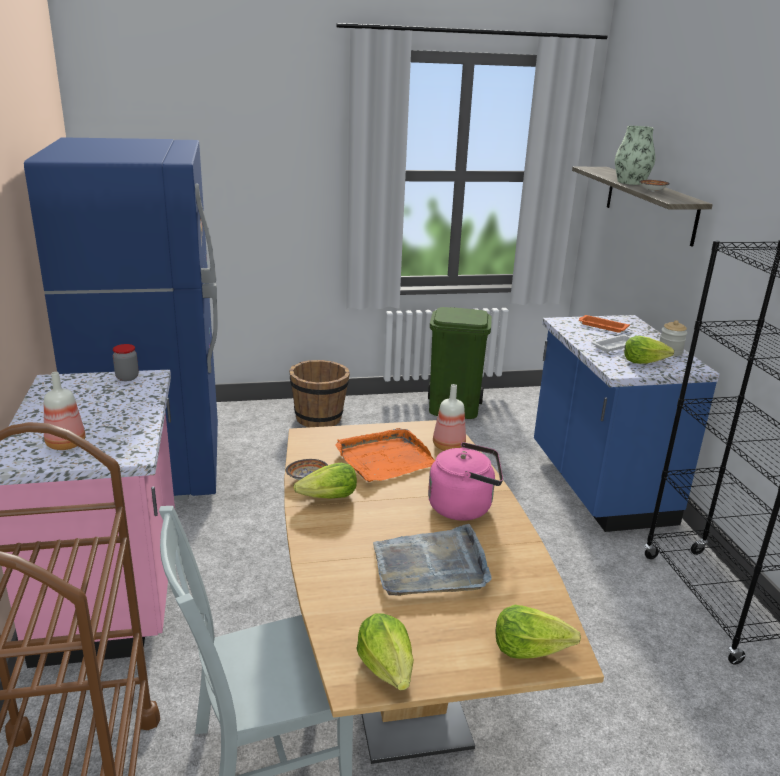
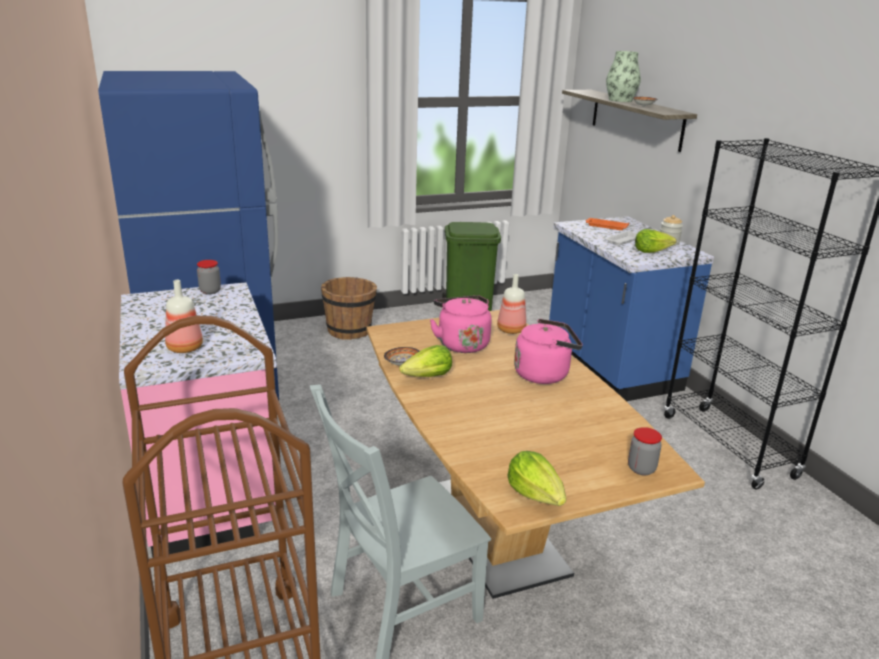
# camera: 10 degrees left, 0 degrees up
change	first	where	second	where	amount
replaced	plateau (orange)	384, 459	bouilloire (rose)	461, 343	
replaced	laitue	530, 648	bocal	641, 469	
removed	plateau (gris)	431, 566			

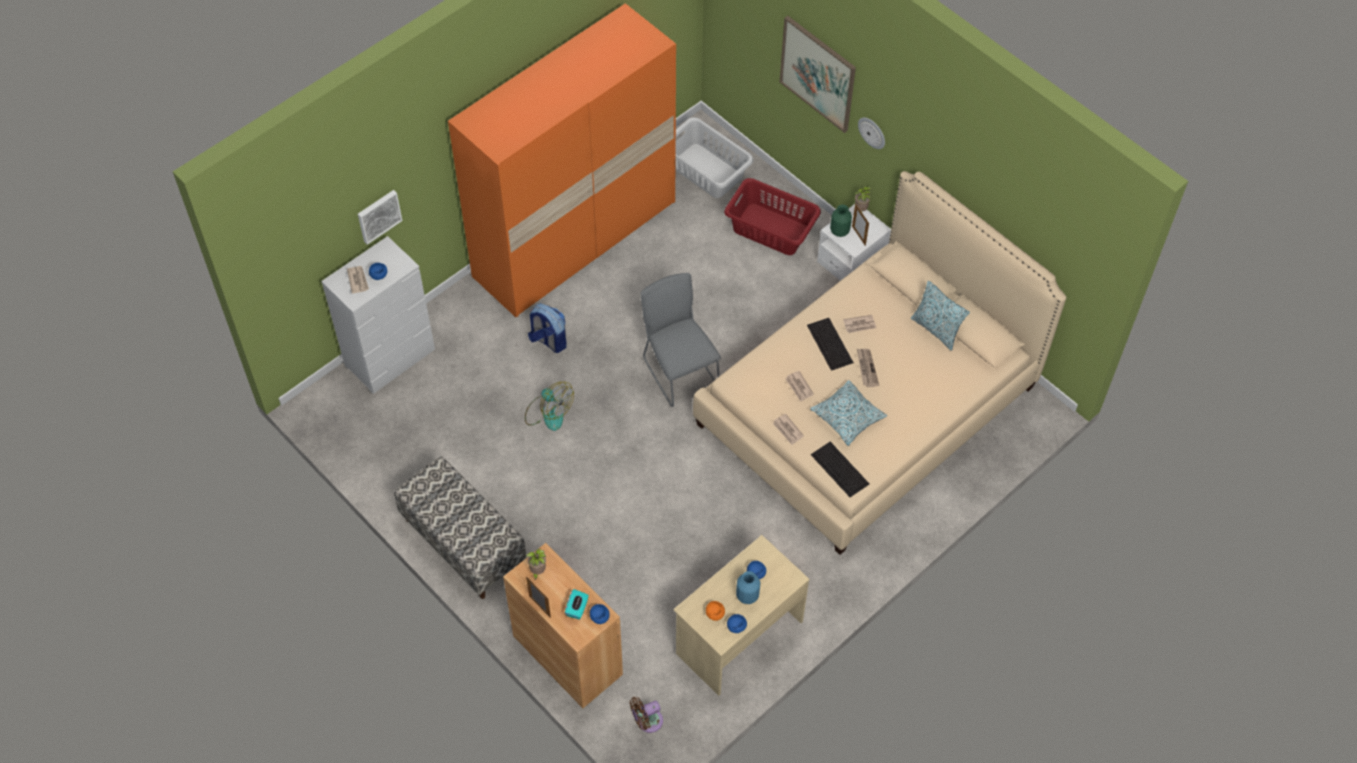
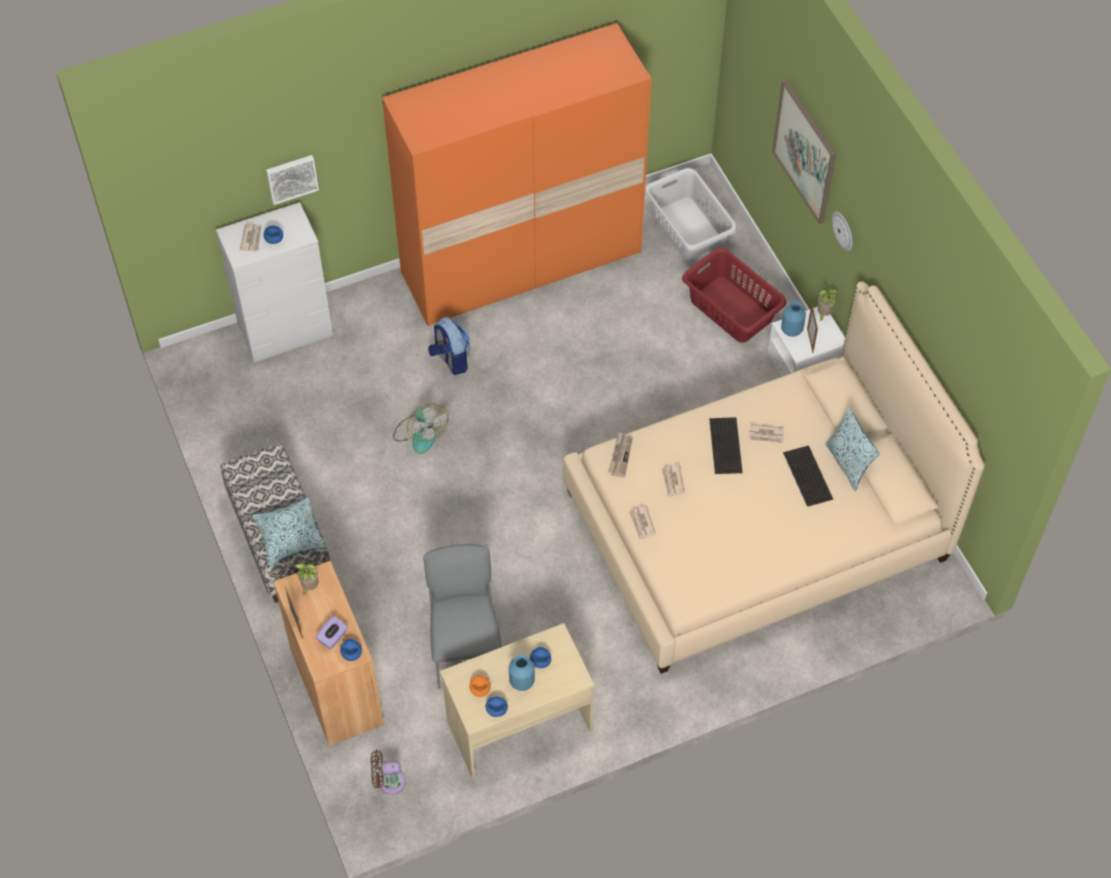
# camera: 20 degrees right, 0 degrees up
change	first	where	second	where	amount
moved	coussin	848, 417		290, 536	
recoloured	boîte à mouchoirs (turquoise)	577, 609	boîte à mouchoirs (violet)	333, 638	
moved	chaise (gris)	679, 370		465, 647	
moved	journal	866, 368		620, 455	
recoloured	vase (vert)	839, 231	vase (bleu)	791, 330	
moved	clavier	840, 469		808, 476	

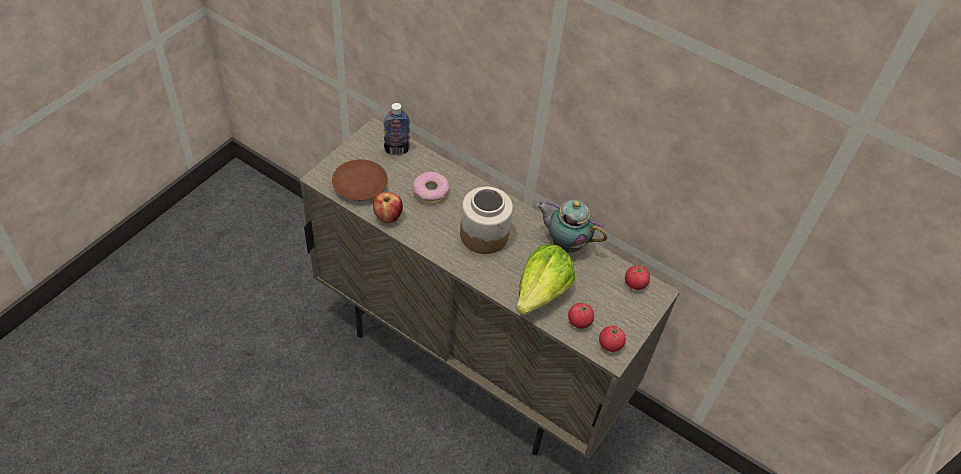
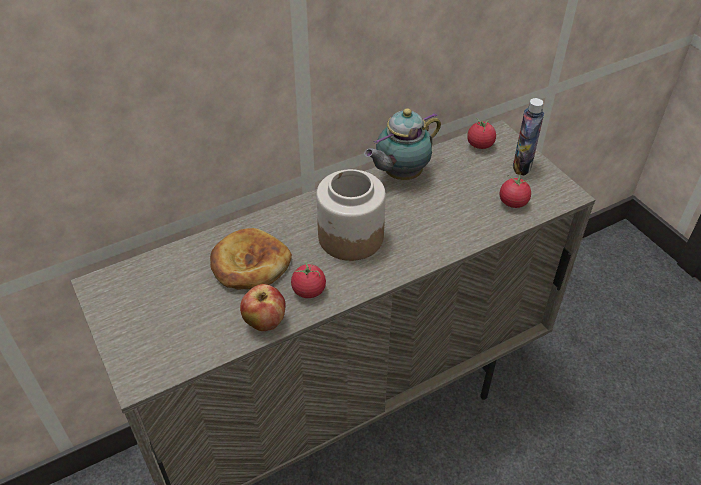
# camera: 60 degrees left, 5 degrees down
change	first	where	second	where	amount
replaced	beignet	430, 192	pain	249, 264	
moved	tomate	610, 344		309, 290	
moved	bouteille	397, 150		522, 166	
removed	assiette (marron)	360, 186			
removed	laitue	541, 292			

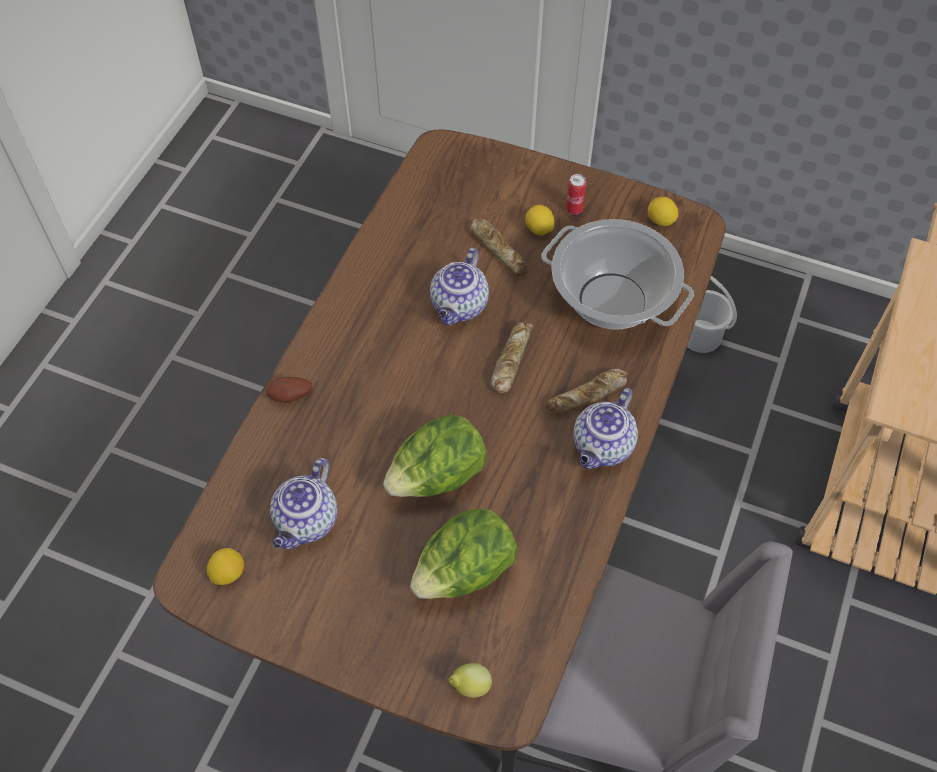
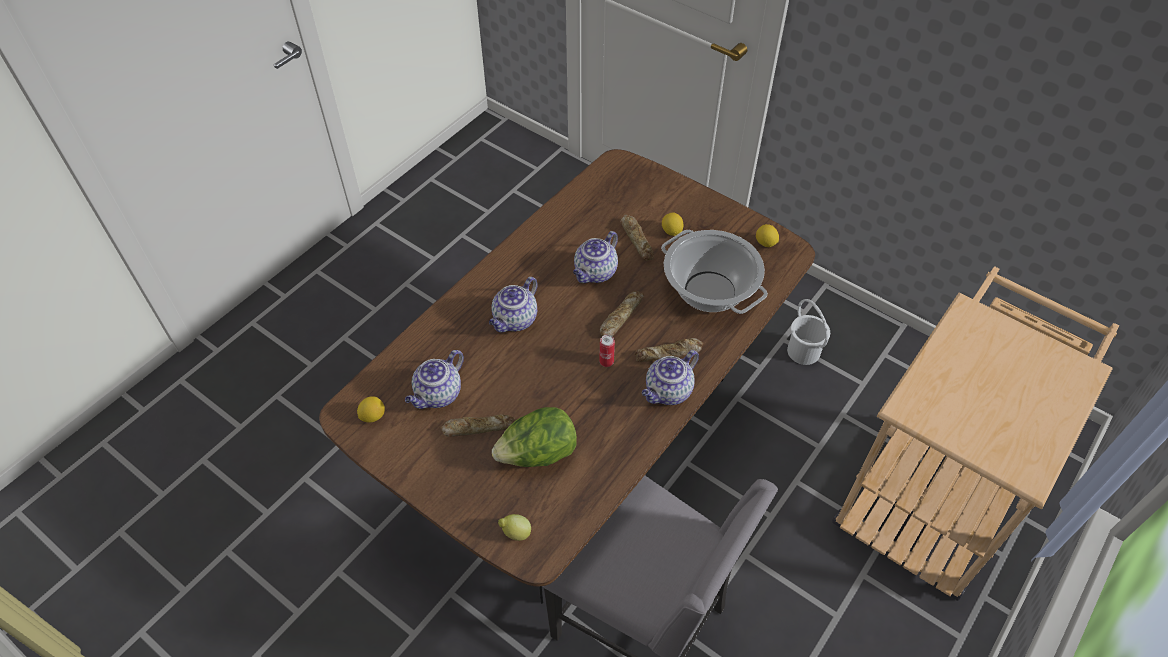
# camera: 15 degrees right, 5 degrees down
change	first	where	second	where	amount
added			pain	478, 427	
added			théière	515, 320	
moved	boîte métallique	574, 209		606, 362	
removed	pomme de terre	291, 397			
removed	laitue	437, 477			

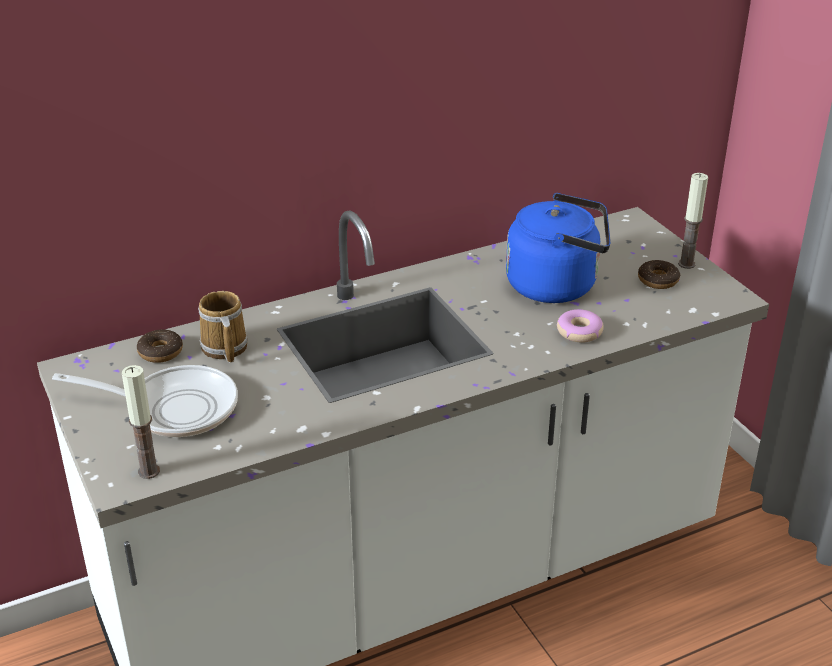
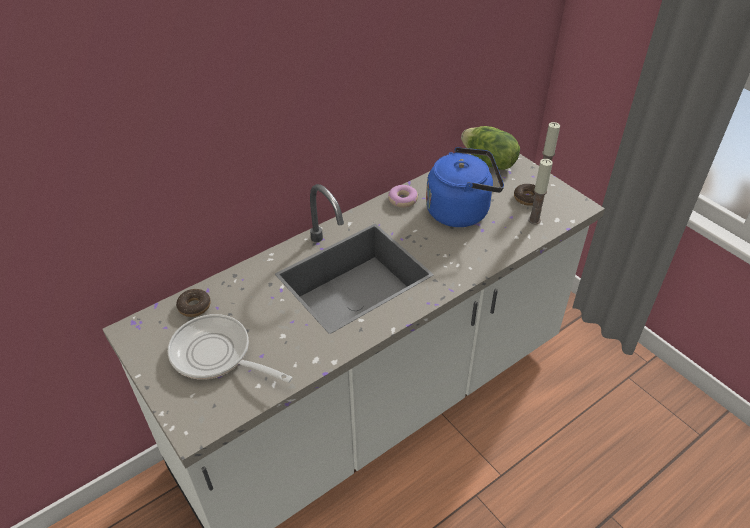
# camera: 10 degrees left, 10 degrees up
change	first	where	second	where	amount
turned	poêle	173, 408		216, 355	150 degrees counterclockwise
moved	beignet	579, 332		402, 200	
added			laitue	488, 162	
moved	bougie	149, 471		534, 220	
removed	mug	223, 348			

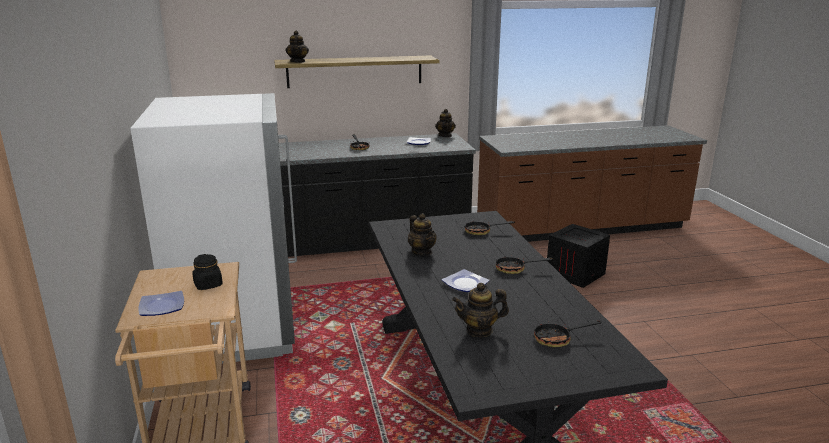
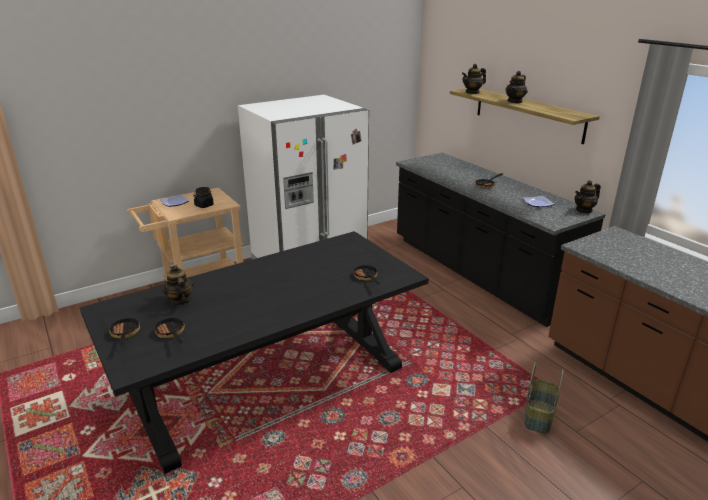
# camera: 70 degrees right, 5 degrees up
change	first	where	second	where	amount
moved	poêle	515, 269		125, 334	
moved	théière	422, 252		515, 101	
replaced	caisse	574, 274	panier	538, 416	
removed	assiette	465, 284			

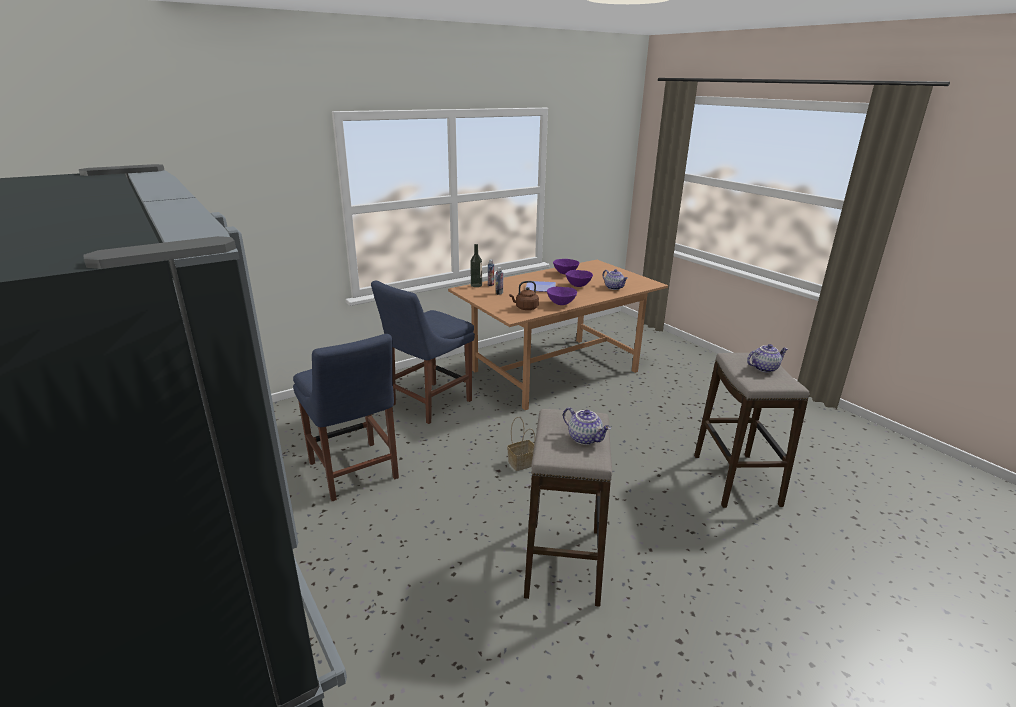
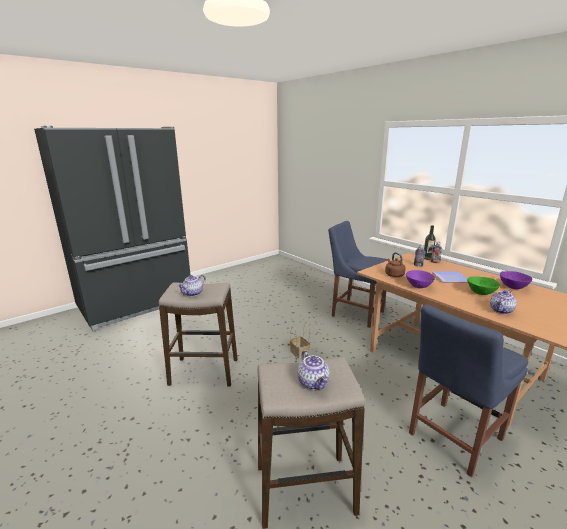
# camera: 85 degrees right, 5 degrees down
change	first	where	second	where	amount
moved	chaise (bleu)	354, 473		452, 438	
recoloured	bol (violet)	578, 286	bol (vert)	481, 293	

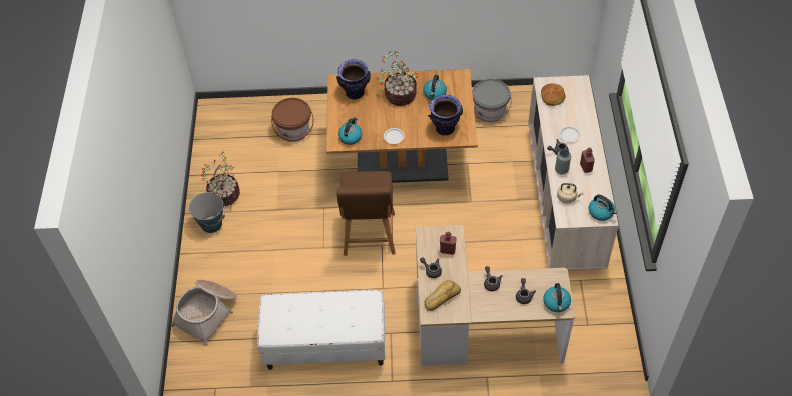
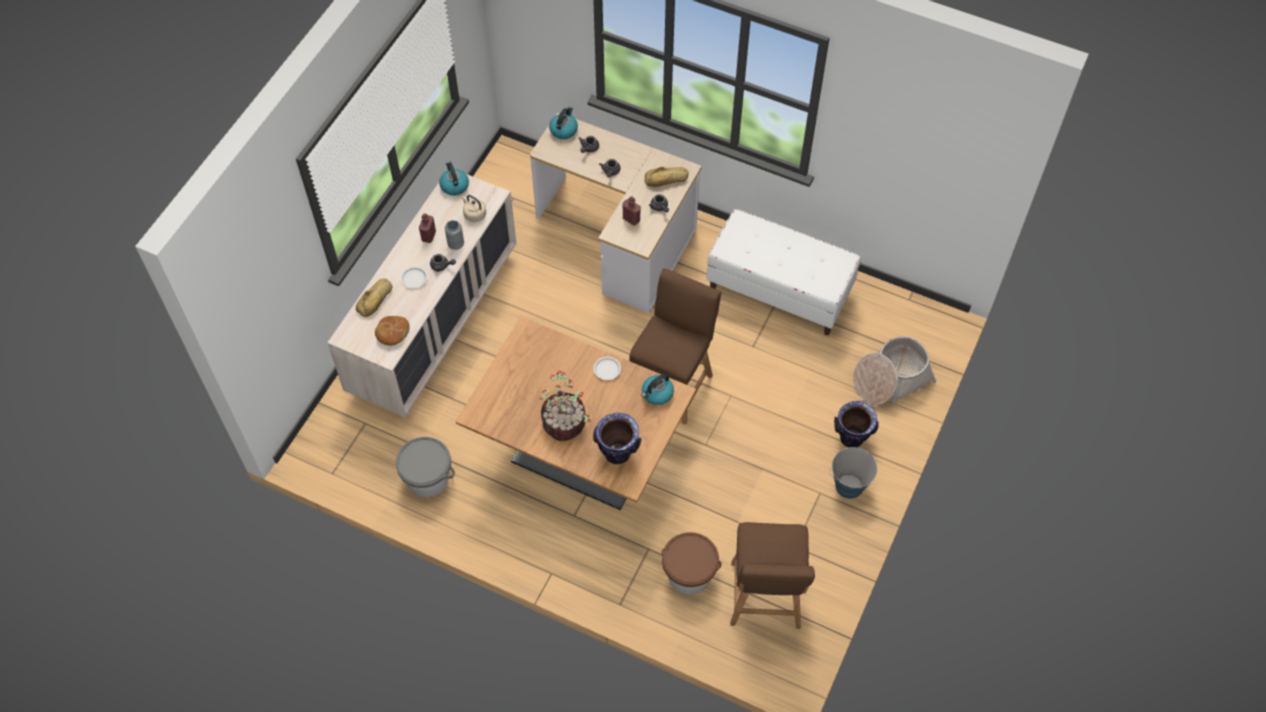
# camera: 155 degrees left, 5 degrees up
change	first	where	second	where	amount
added			pain	376, 300	
added			chaise (marron)	765, 599	
moved	vase	445, 128		851, 438	
removed	plante en pot	225, 195			
removed	bouilloire	435, 93			

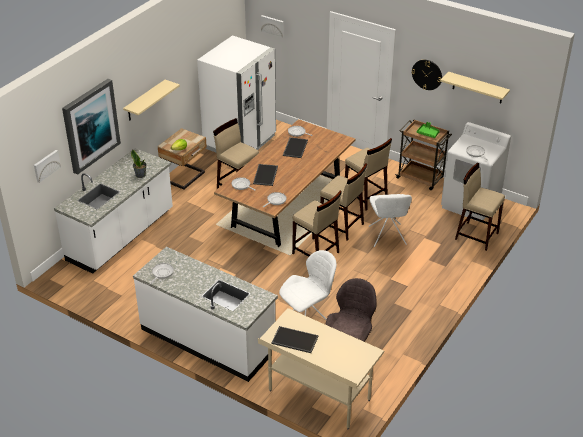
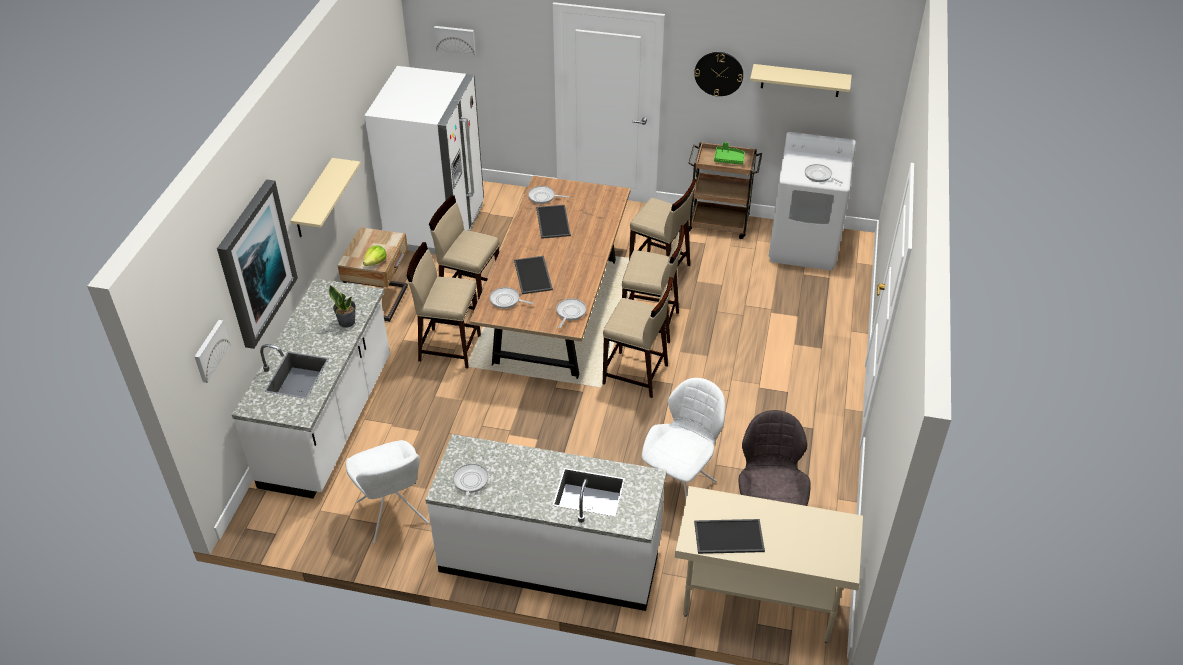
# camera: 20 degrees left, 5 degrees up
change	first	where	second	where	amount
moved	chaise (blanc)	387, 236		393, 515	
moved	tabouret (beige)	476, 236		449, 347	

